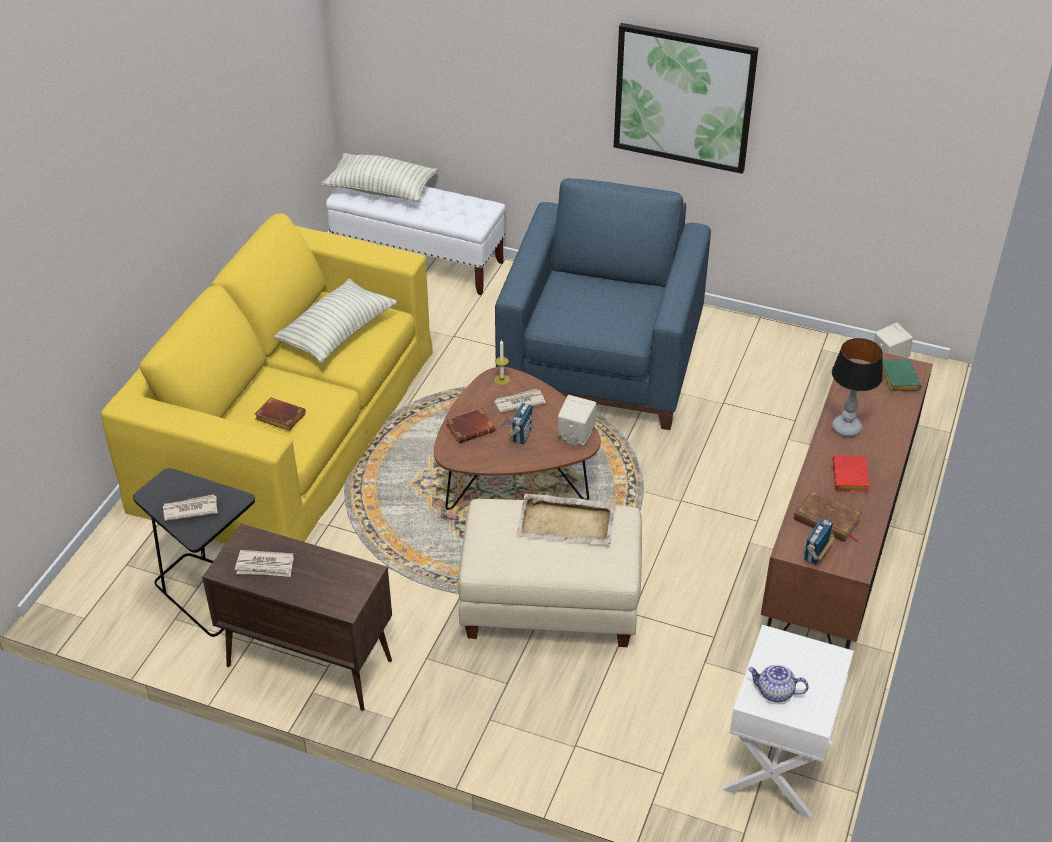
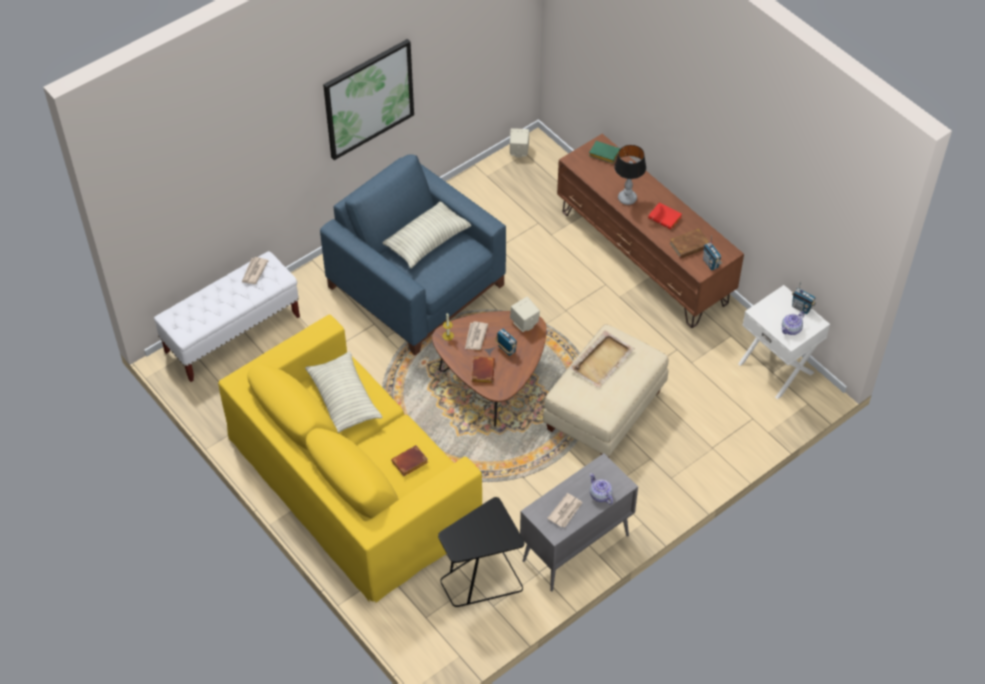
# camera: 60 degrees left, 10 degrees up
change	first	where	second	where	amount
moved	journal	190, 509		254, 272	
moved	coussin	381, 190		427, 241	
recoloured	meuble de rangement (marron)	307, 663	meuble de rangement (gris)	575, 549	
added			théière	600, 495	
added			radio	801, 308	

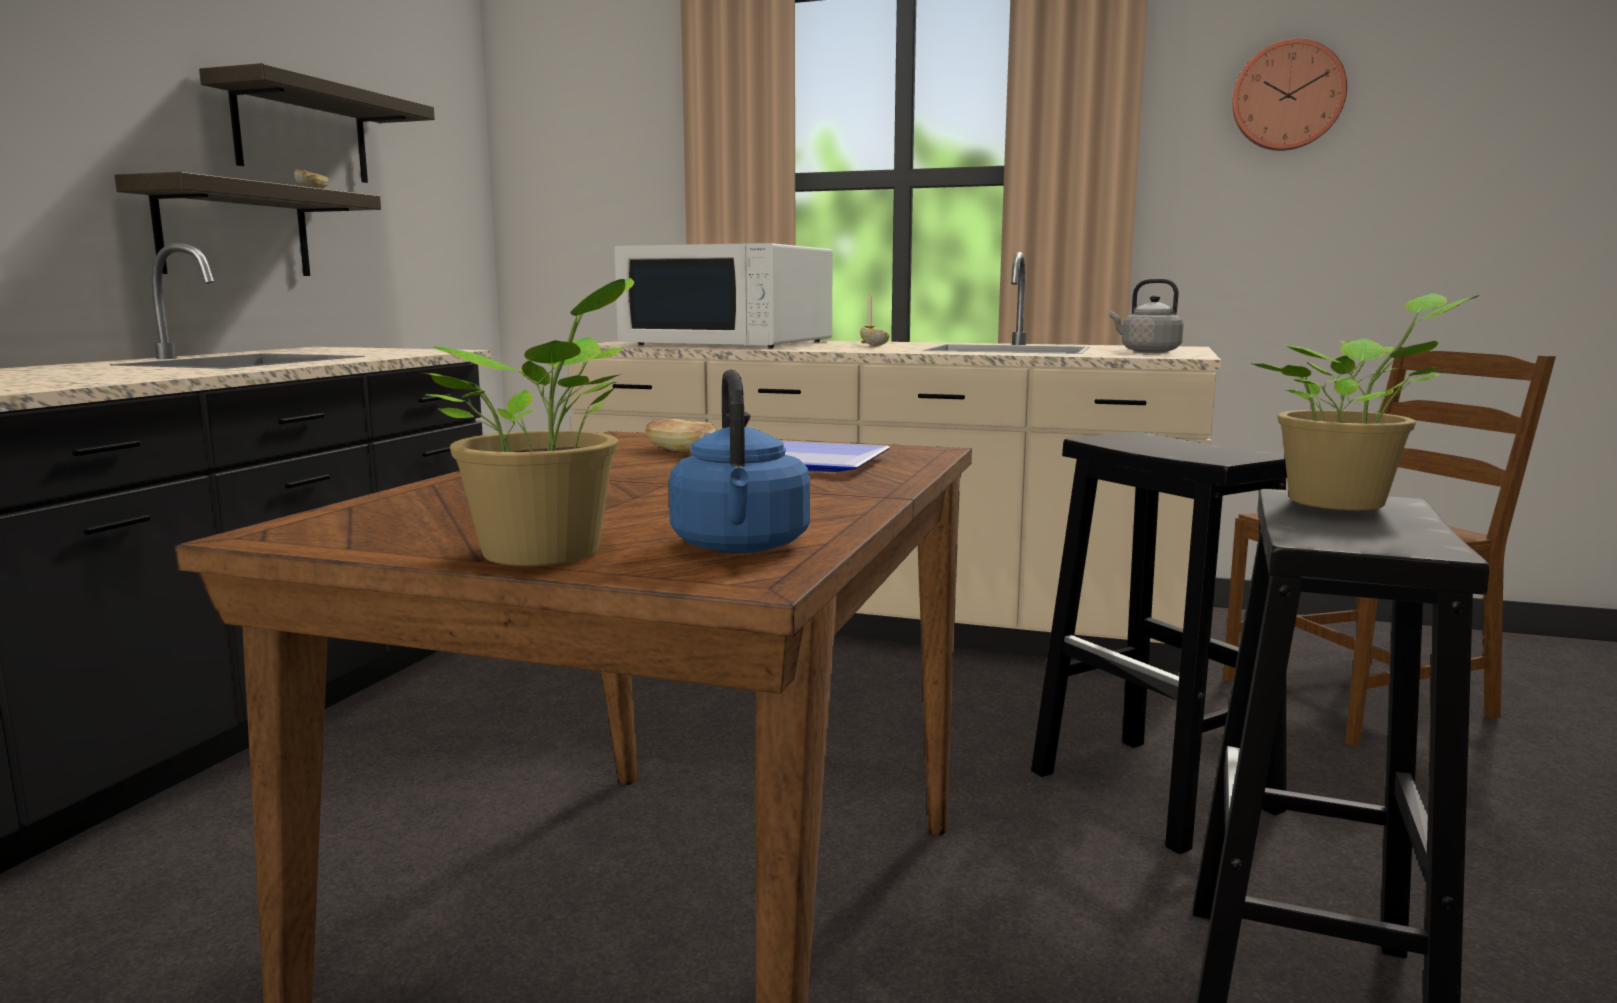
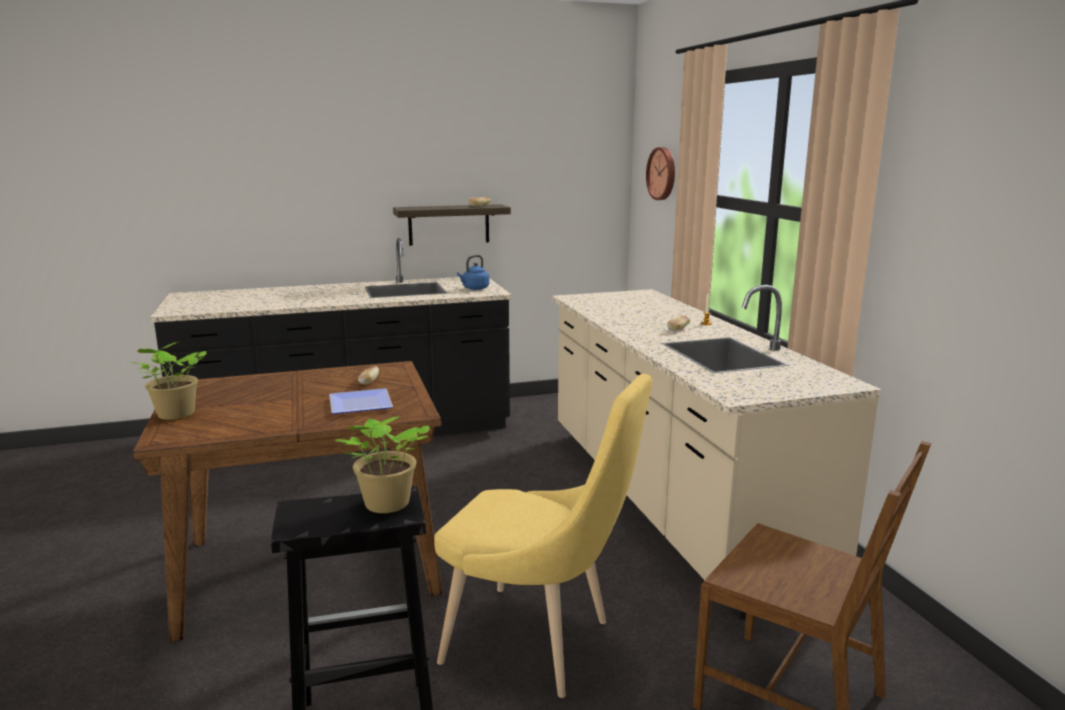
# camera: 55 degrees right, 5 degrees up
change	first	where	second	where	amount
replaced	tabouret (noir)	1157, 792	chaise (jaune)	538, 644	
moved	bouilloire (bleu)	741, 547		474, 288	
moved	horloge murale	1287, 96		662, 173	
removed	étagère	302, 133			
removed	micro-ondes (blanc)	730, 343			
removed	bouilloire (gris)	1147, 351			

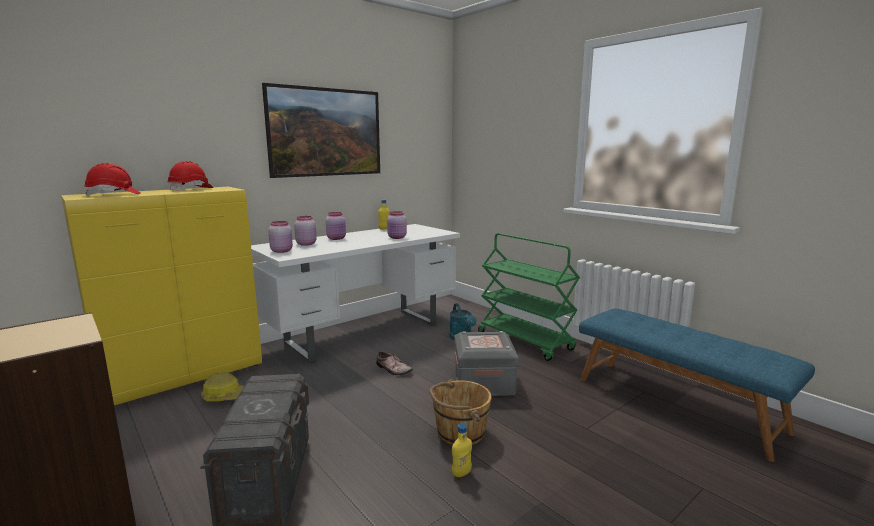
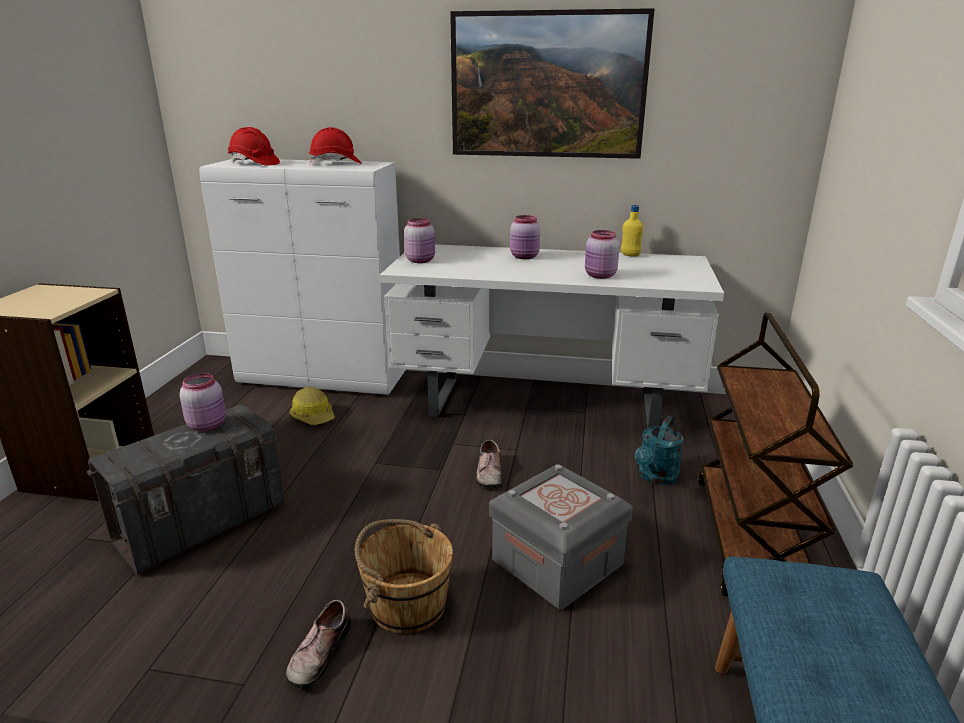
# camera: 50 degrees right, 10 degrees up
change	first	where	second	where	amount
moved	bocal (rose)	306, 244		208, 425	
recoloured	meuble de rangement (jaune)	186, 376	meuble de rangement (blanc)	324, 379	
replaced	bouteille (jaune)	461, 473	chaussure	318, 653	
recoloured	chariot (vert)	525, 341	chariot (marron)	750, 539	

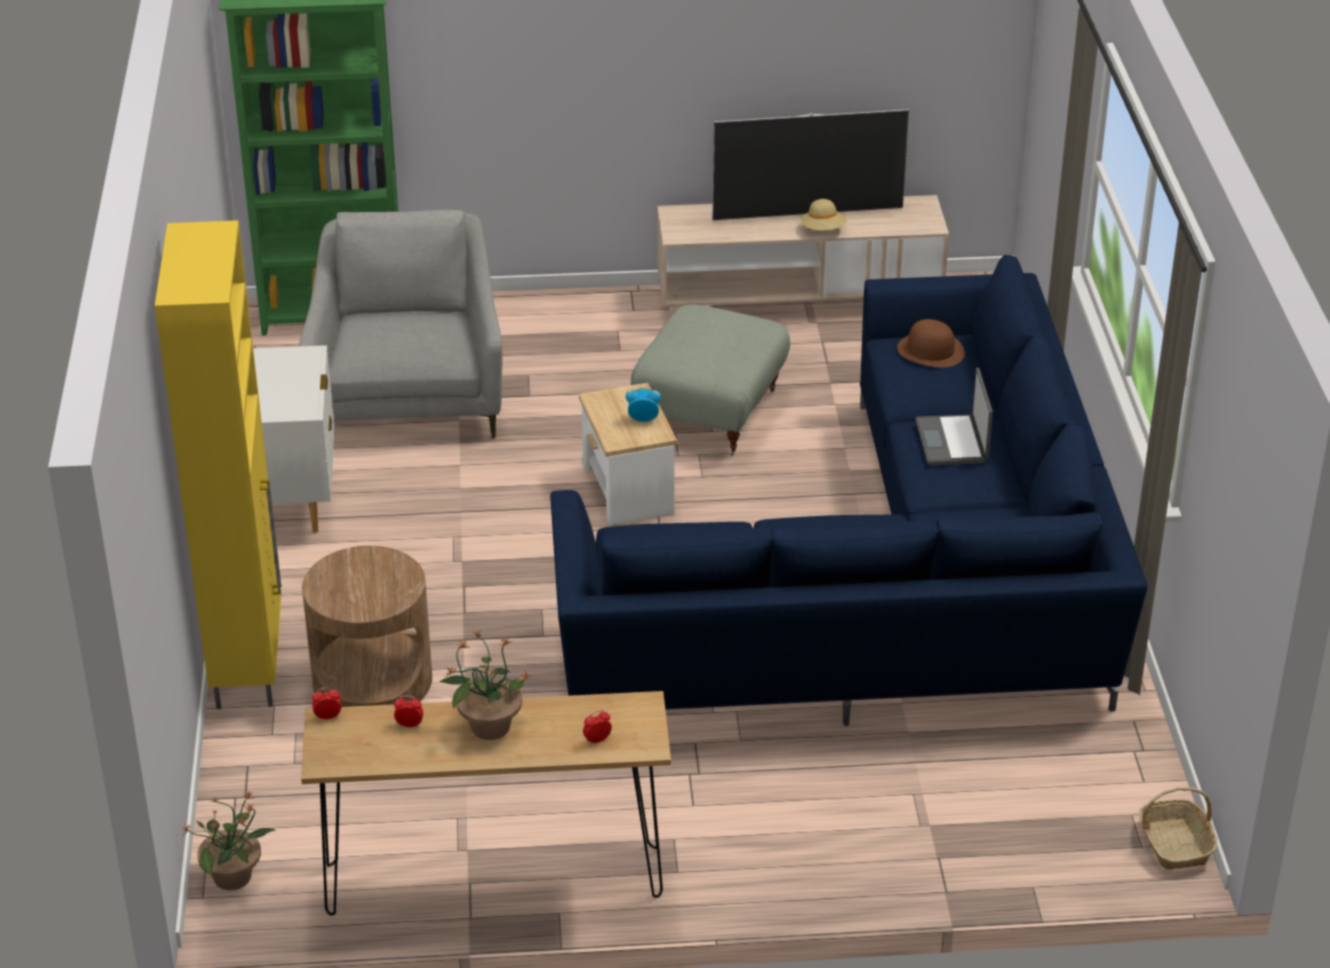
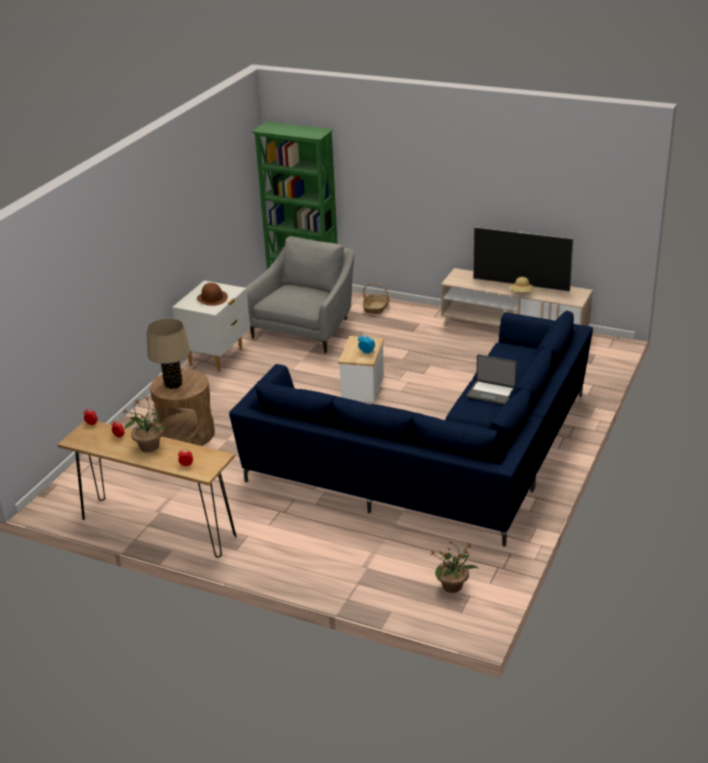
# camera: 30 degrees right, 5 degrees down
change	first	where	second	where	amount
added			lampe de table (beige)	173, 384	
moved	chapeau (marron)	931, 350		212, 298	
moved	panier	1174, 843		376, 308	
moved	plante en pot	234, 876		453, 586	
turned	ordinateur portable	953, 442		491, 393	90 degrees counterclockwise
removed	meuble de rangement (jaune)	249, 663			
removed	pouf (gris)	709, 413			

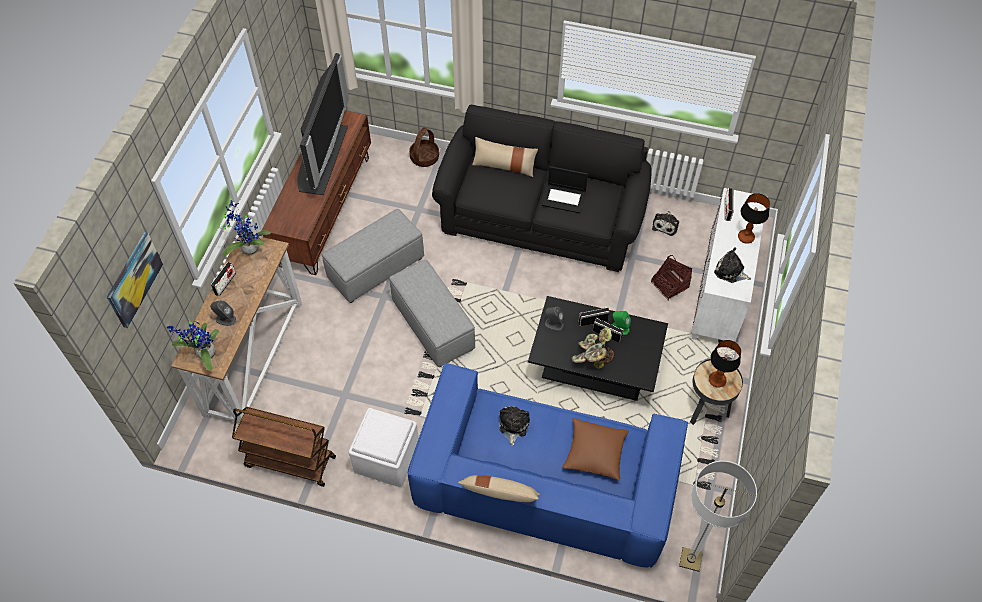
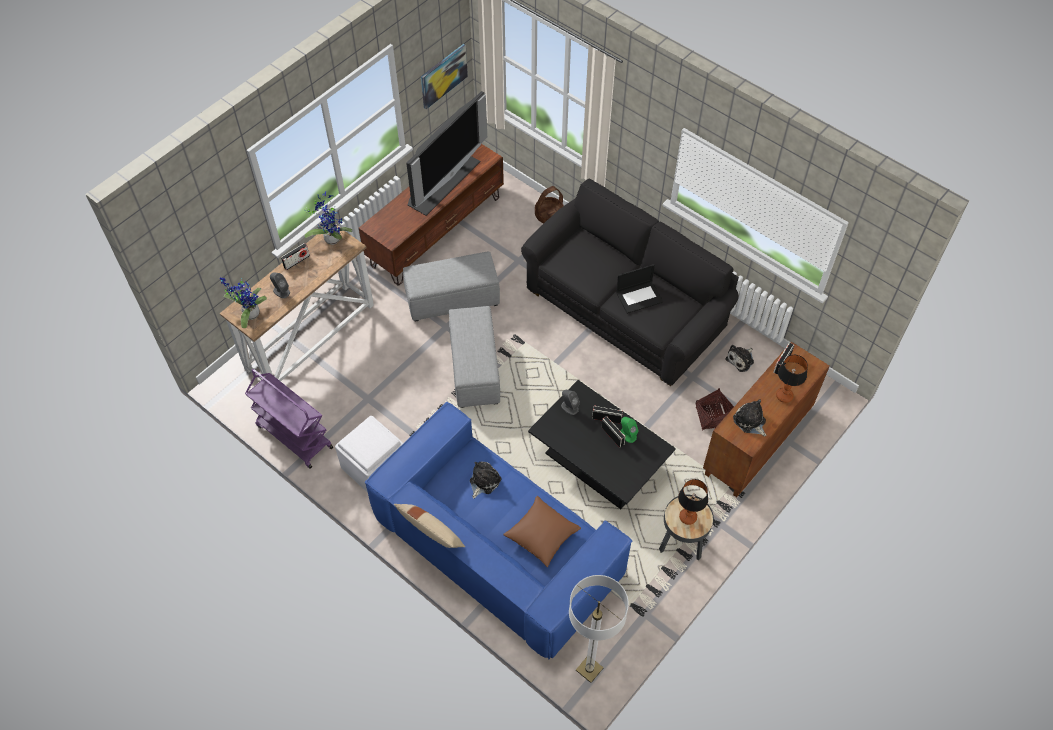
# camera: 25 degrees right, 0 degrees up
change	first	where	second	where	amount
recoloured	chariot (marron)	289, 462	chariot (violet)	294, 436	
moved	tableau	134, 279		443, 76	
turned	ordinateur portable	564, 198		639, 296	60 degrees counterclockwise
recoloured	meuble de rangement (blanc)	720, 294	meuble de rangement (marron)	756, 444	
removed	coussin (beige)	504, 165			
removed	plante en pot	592, 357			

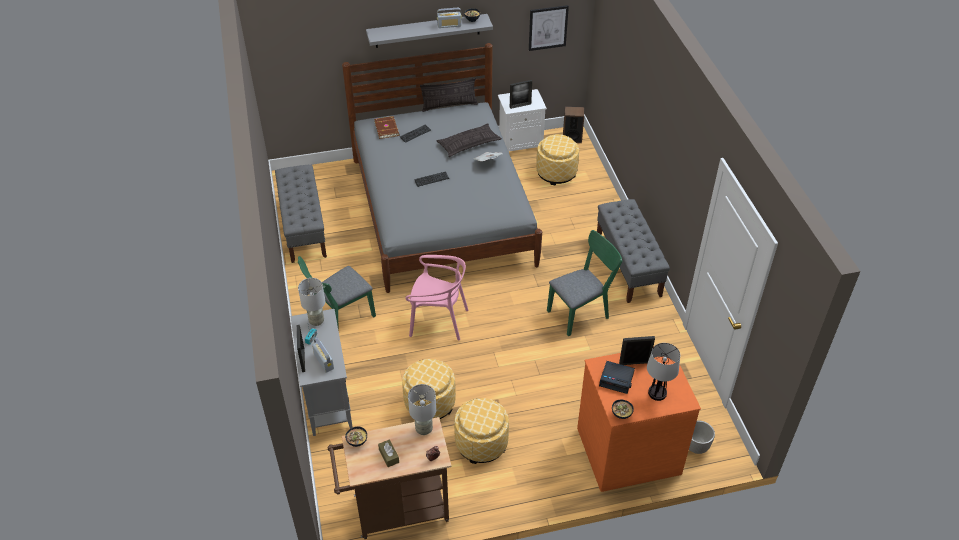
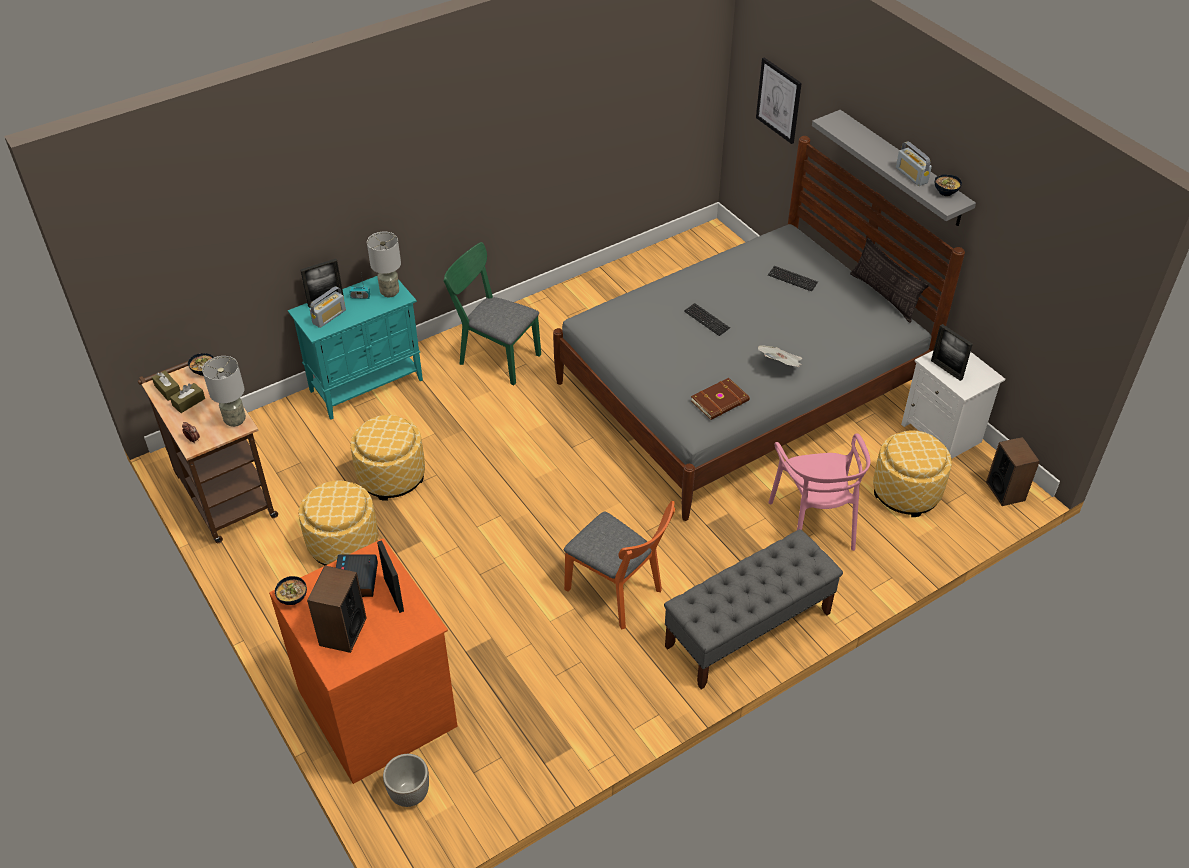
# camera: 70 degrees right, 0 degrees up
change	first	where	second	where	amount
added			boîte à mouchoirs (marron)	168, 390	
recoloured	meuble de rangement (gris)	327, 398	meuble de rangement (turquoise)	367, 385	
replaced	lampe de table	657, 393	enceinte	342, 632	
recoloured	chaise (vert)	581, 312	chaise (orange)	619, 594	
moved	livre (marron)	387, 128		720, 401	
moved	tableau	548, 27		779, 100	
moved	chaise (rose)	438, 321		814, 524	
removed	banc (gris)	303, 227			
removed	coussin	469, 144			

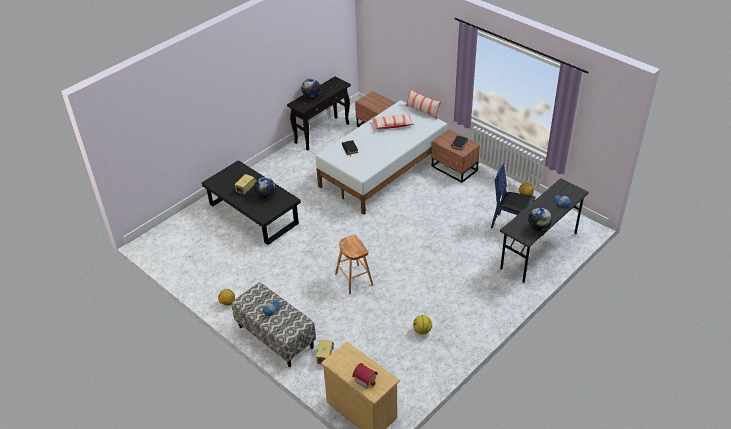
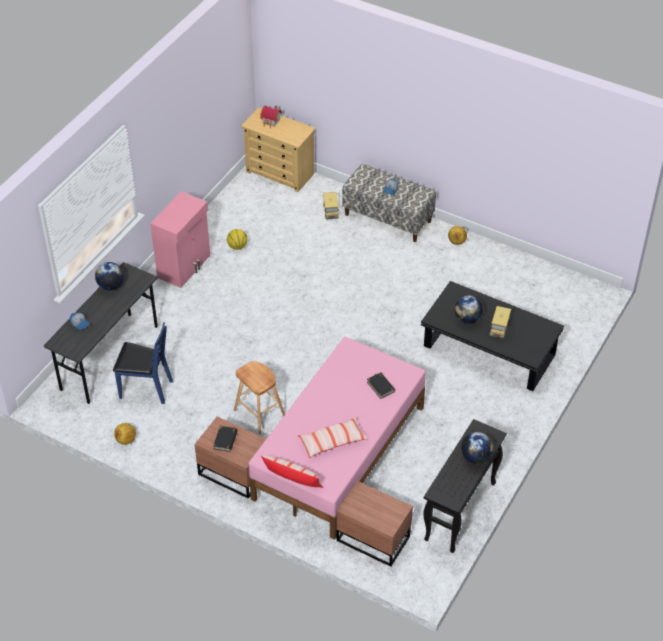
# camera: 165 degrees right, 5 degrees up
change	first	where	second	where	amount
added			meuble de rangement (rose)	185, 266	
moved	tabouret (marron)	354, 279		259, 413	
recoloured	lit (blanc)	384, 170	lit (rose)	338, 452	

